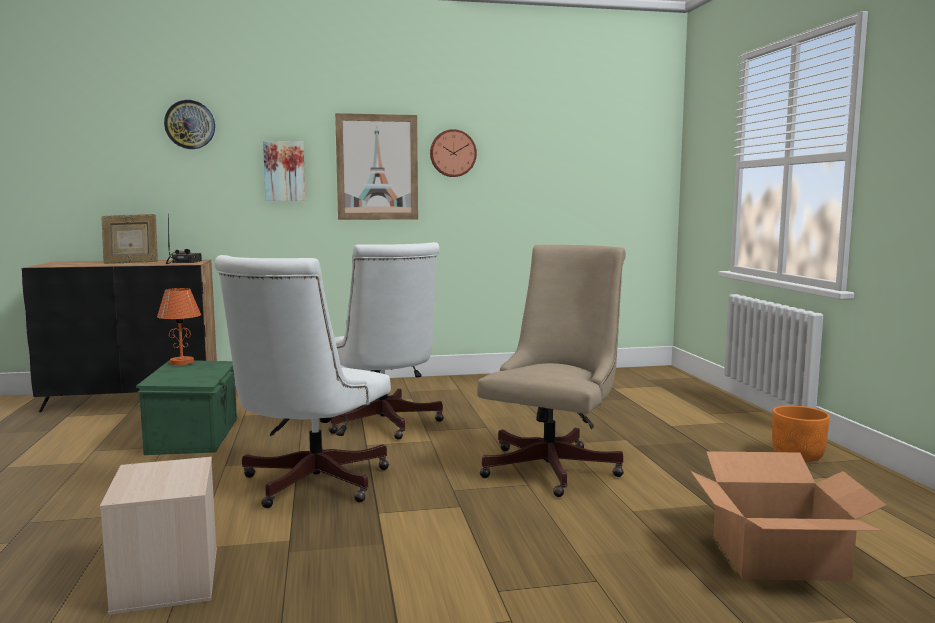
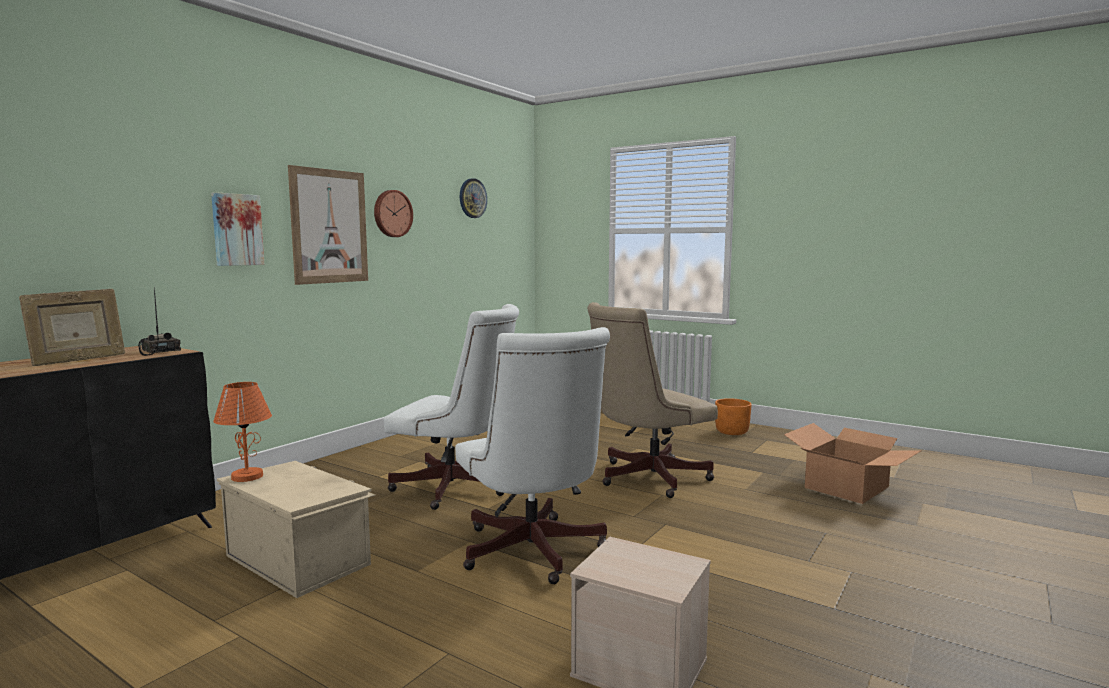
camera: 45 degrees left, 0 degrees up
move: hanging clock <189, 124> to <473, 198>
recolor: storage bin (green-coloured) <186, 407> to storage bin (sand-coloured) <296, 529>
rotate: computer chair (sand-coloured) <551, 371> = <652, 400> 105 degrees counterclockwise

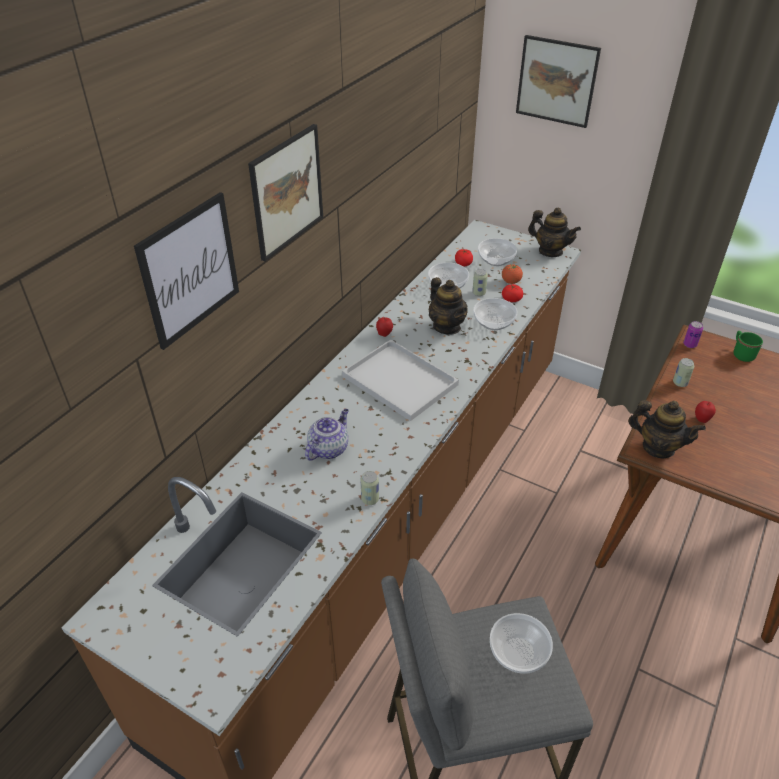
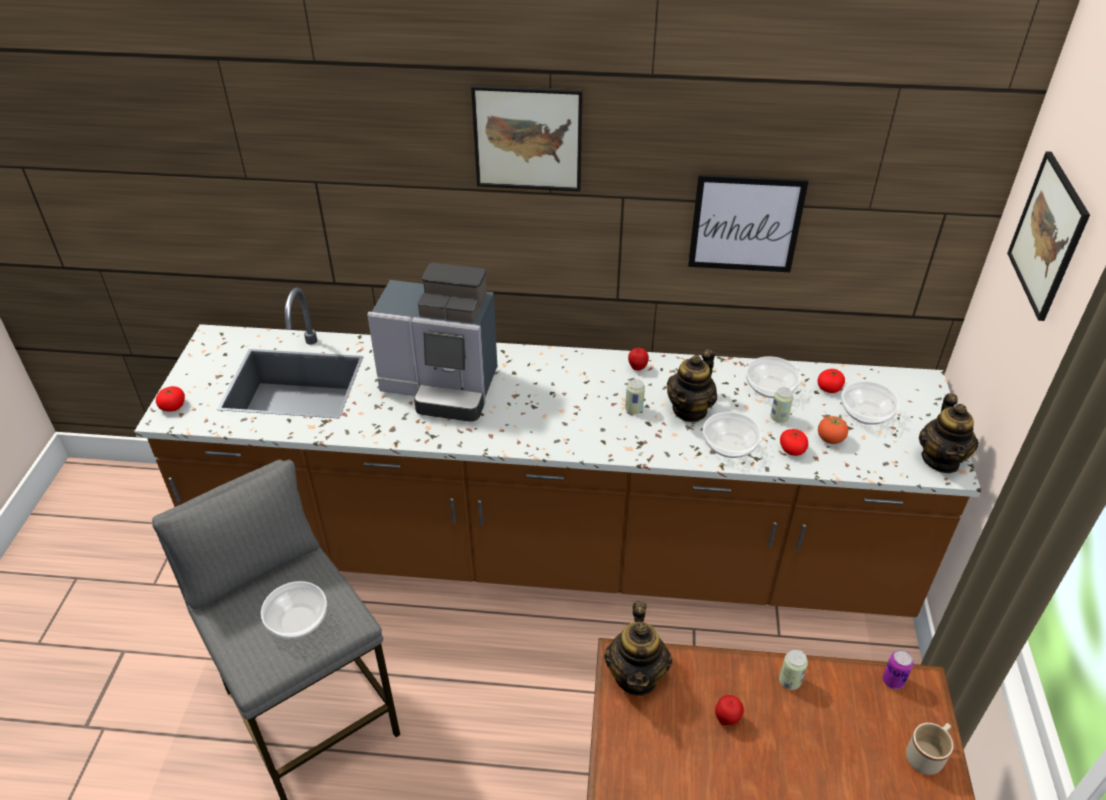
camera: 65 degrees right, 0 degrees up
delete: serving tray (white-coloured) <400, 380>
insert: tomato <170, 399>
move: wall art <186, 271> to <748, 223>; sealed can <370, 488> to <635, 396>
replace: pot for tea <327, 435> to coffee maker <432, 342>
recolor: tea mug (green-coloured) <748, 346> to tea mug (sand-coloured) <930, 749>

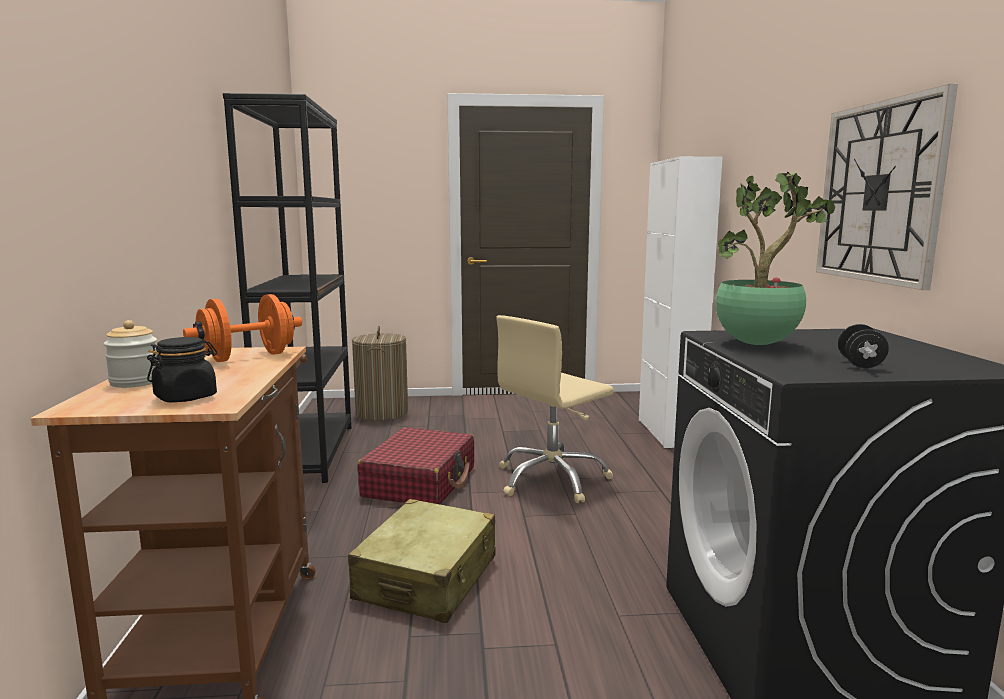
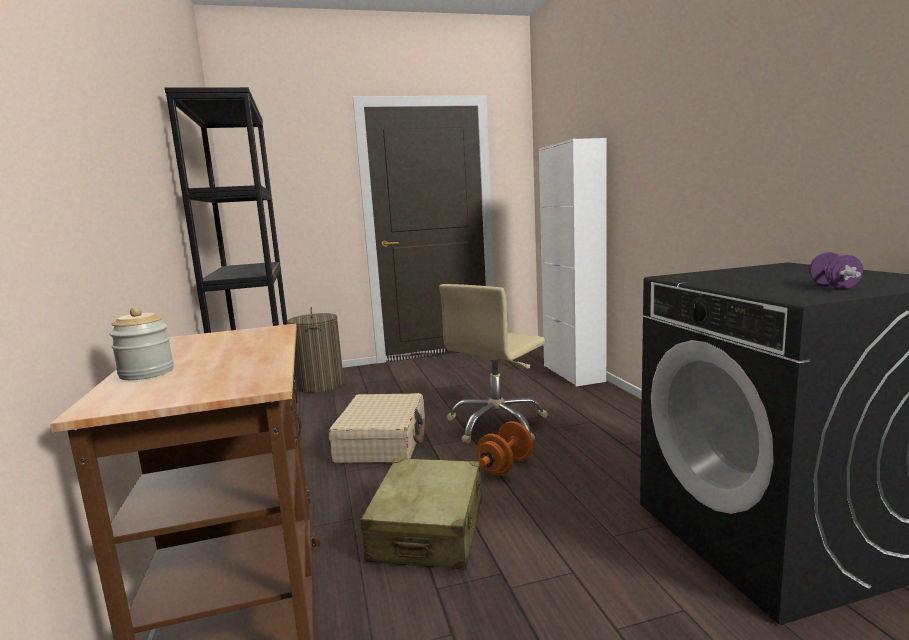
camera: 10 degrees left, 0 degrees up
delete: hanging clock <887, 187>; plant in a pot <775, 258>; jar (black) <182, 369>
move: dumbbell (orange) <242, 328> to <505, 448>
recolor: dumbbell (black) <863, 346> to dumbbell (purple-coloured) <836, 270>; piece of luggage (reddish) <416, 465> to piece of luggage (sand-coloured) <376, 428>

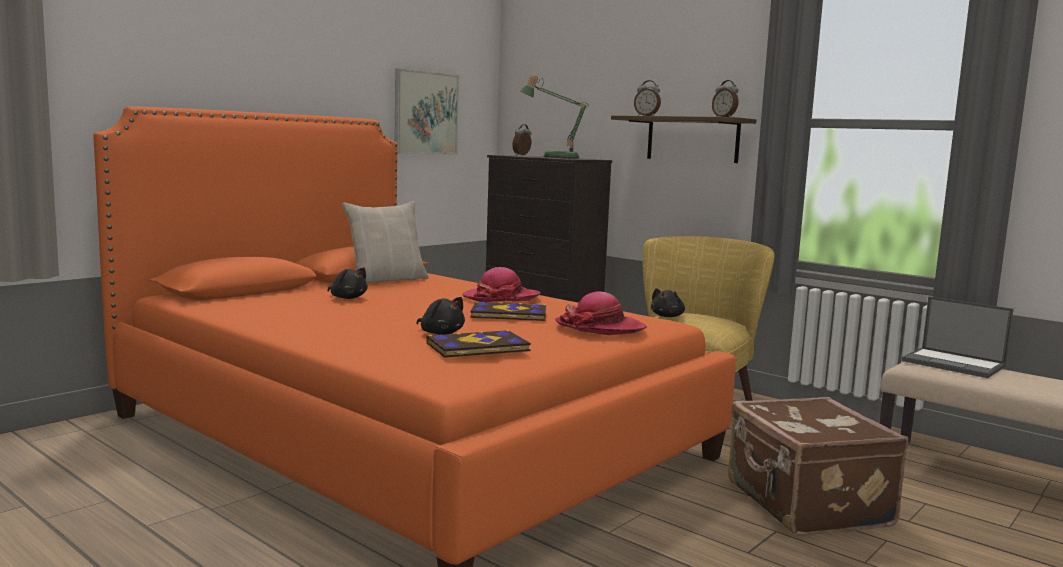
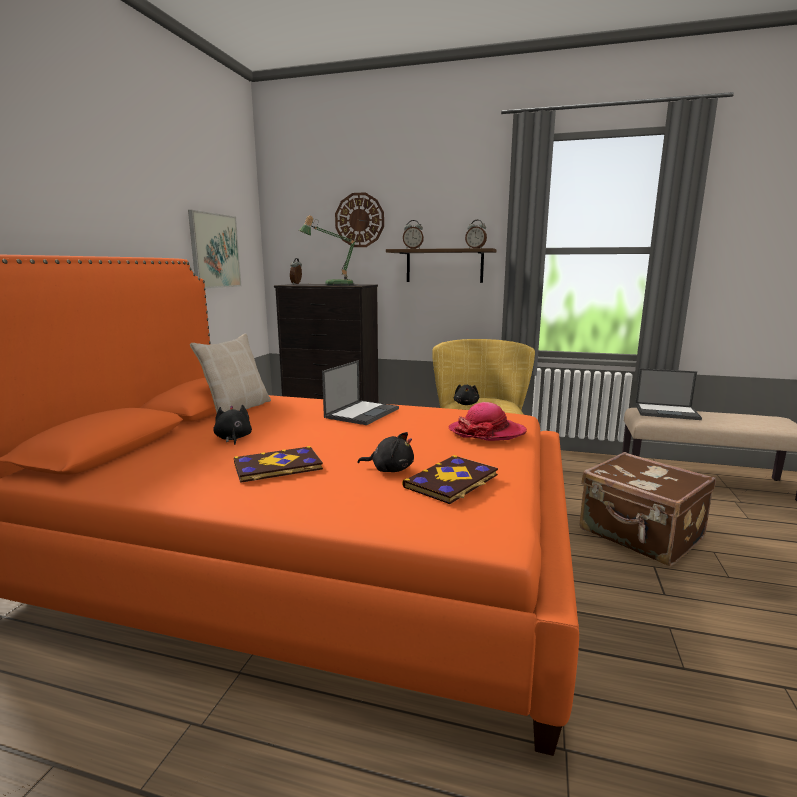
camera: 25 degrees left, 5 degrees up
insert: hanging clock <359, 219>
move: bound book <508, 311> to <278, 464>
replace: clothing hat <501, 284> to notebook computer <360, 392>
rotate: cuddly toy (black) <348, 283> = <232, 425> 120 degrees counterclockwise

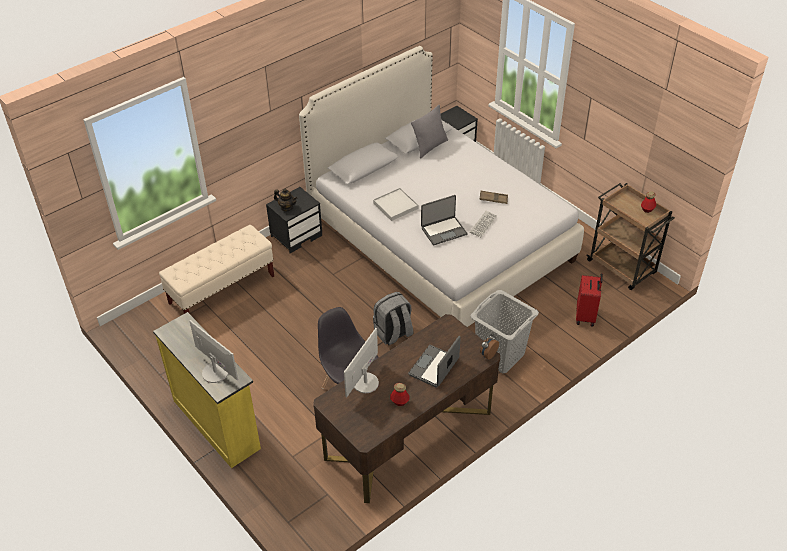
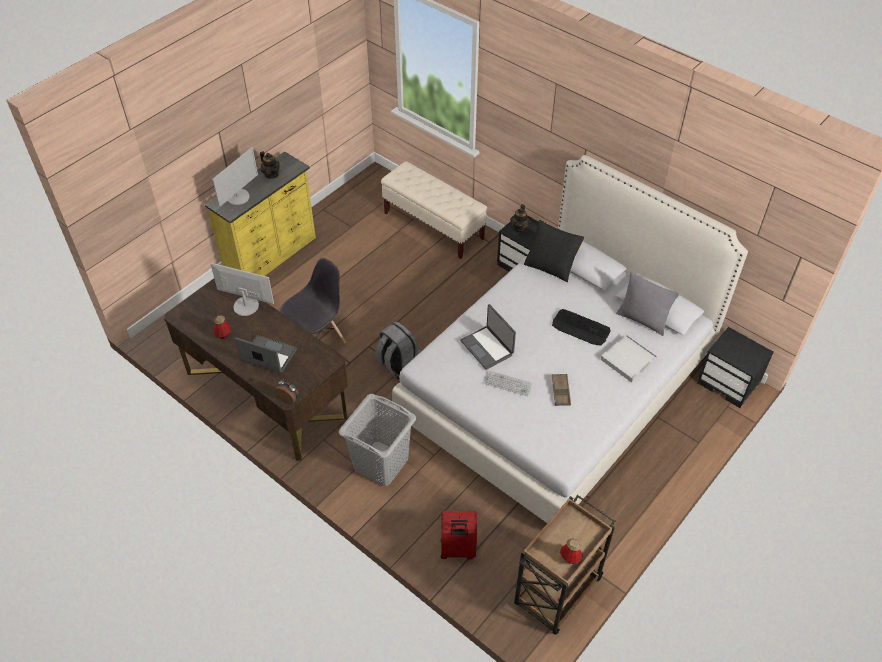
camera: 80 degrees right, 5 degrees up
insert: pot for tea <270, 165>; pillow (black) <554, 251>; PC keyboard <581, 327>
move: serving tray (white-coloured) <396, 204> to <629, 359>

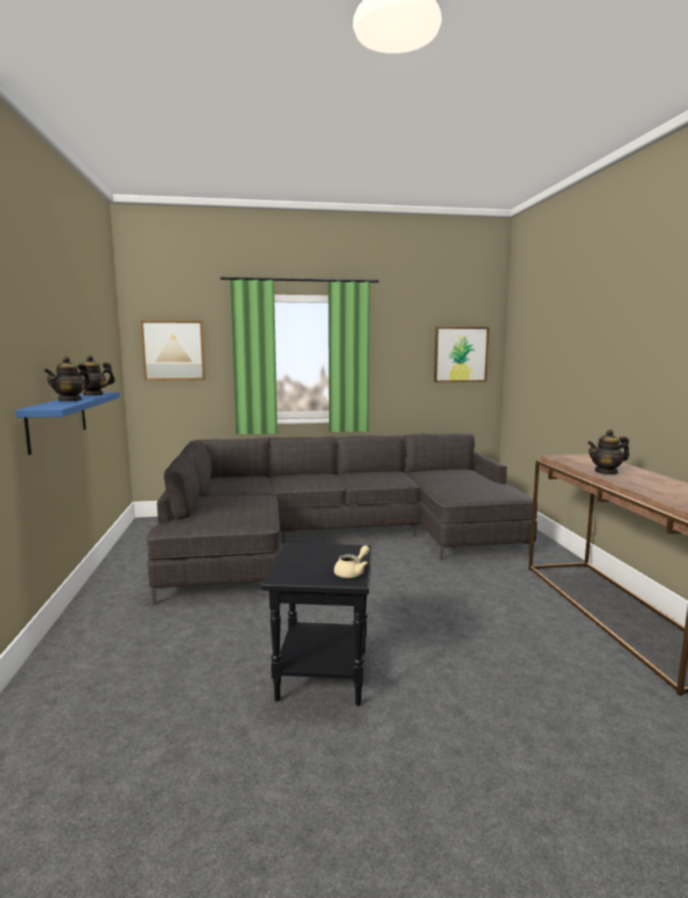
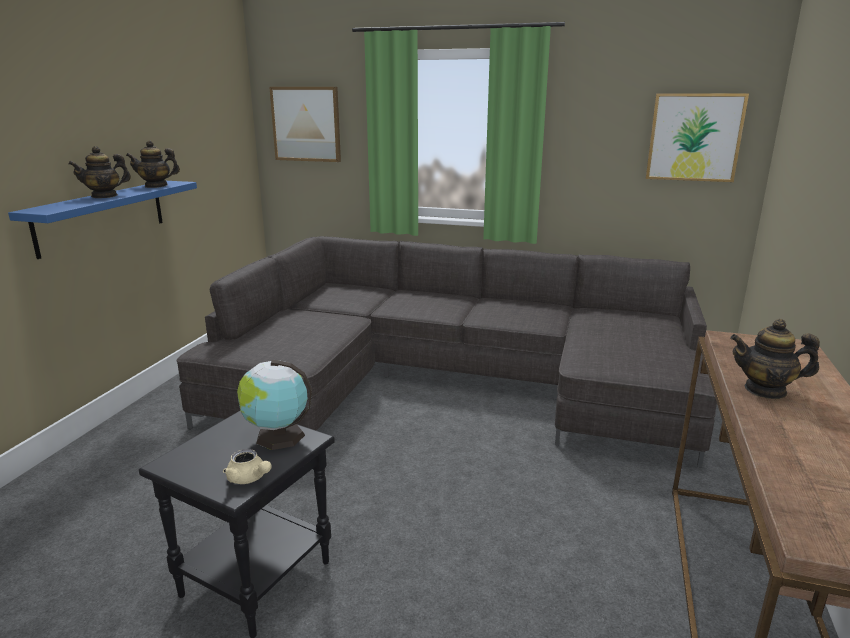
camera: 25 degrees right, 10 degrees up
insert: globe <274, 405>
rotate: pot for tea (sand-coloured) <352, 561> = <247, 466> 60 degrees clockwise

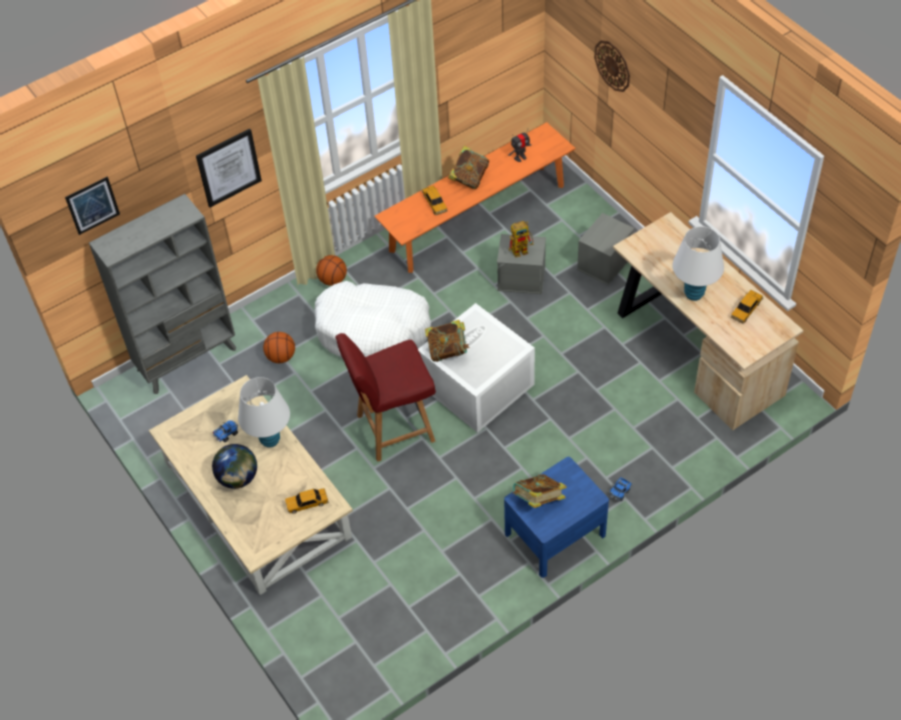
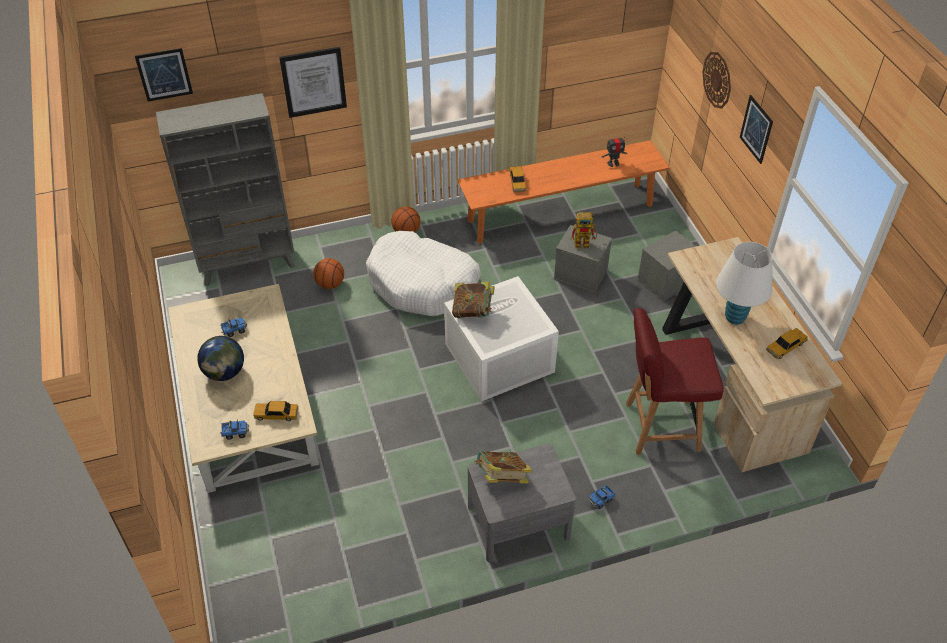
camera: 15 degrees right, 5 degrees down
delete: bound book <468, 167>; tabletop lamp (white-coloured) <264, 412>
insert: wall art <756, 129>; toy truck <234, 430>
move: plain chair (reddish) <385, 397> to <674, 381>
recolor: bedside table (bluish) <556, 517> to bedside table (greyish) <522, 503>

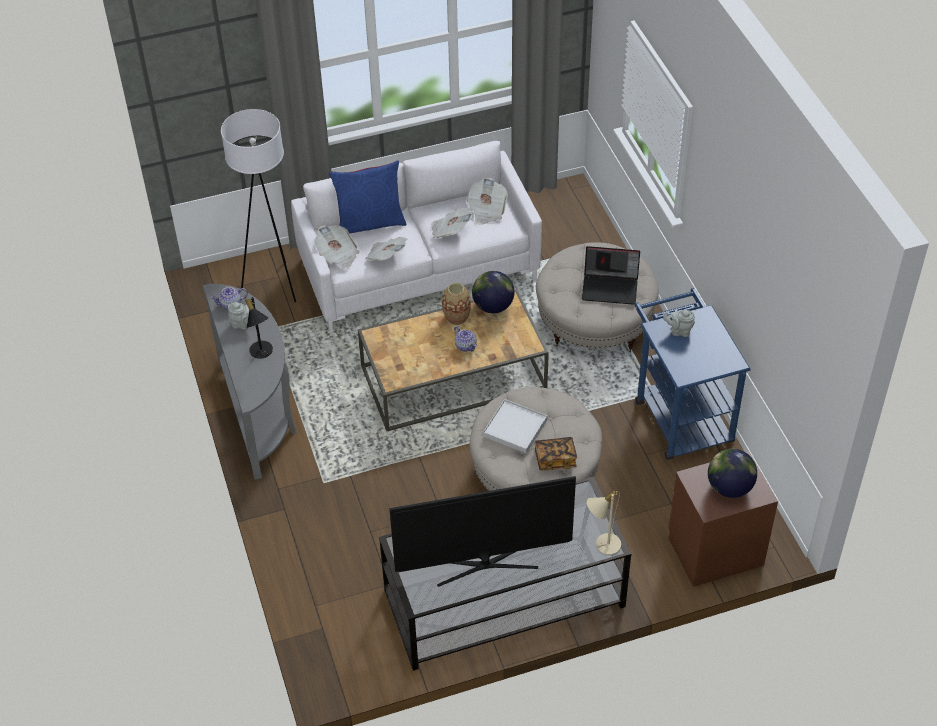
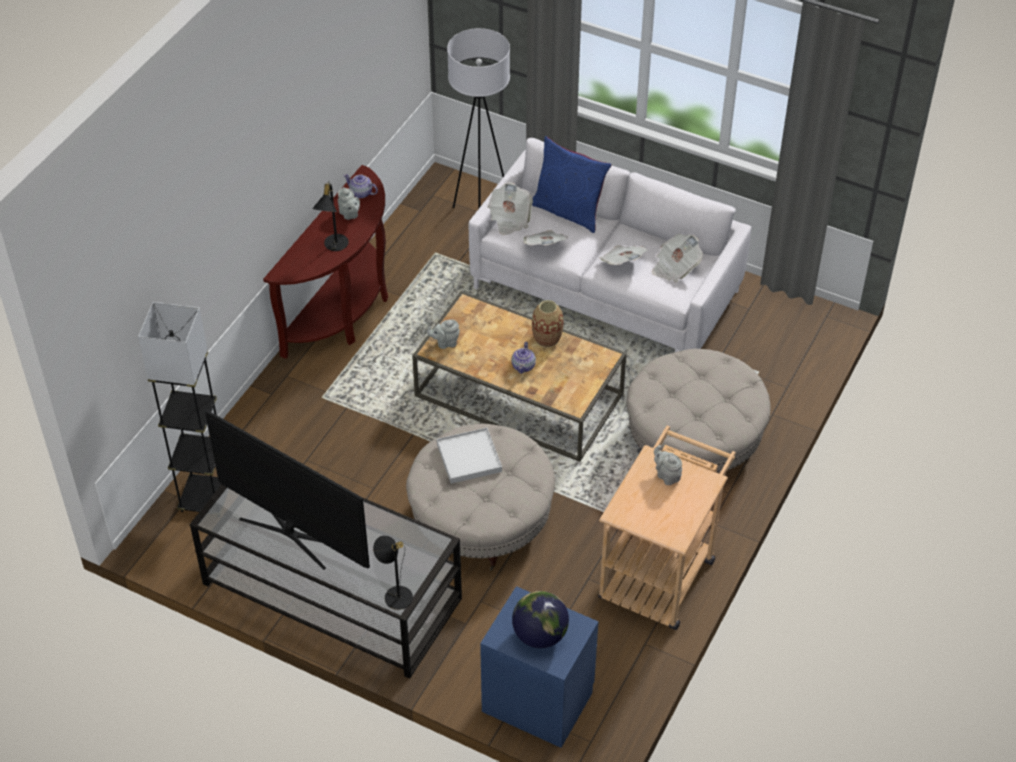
camera: 45 degrees right, 0 degrees up
delete: notebook computer <611, 275>; globe <493, 292>; bound book <556, 454>
insert: standard lamp (greyish) <179, 407>; pot for tea (greyish) <443, 334>
recolor: hall table (greyish) <249, 381> to hall table (brown-coloured) <325, 262>; wheeled cart (bluish) <693, 374> to wheeled cart (sand-coloured) <667, 528>; bedside table (brown-coloured) <723, 519> to bedside table (bluish) <539, 667>; tabletop lamp (sand-coloured) <604, 522> to tabletop lamp (black) <393, 572>

